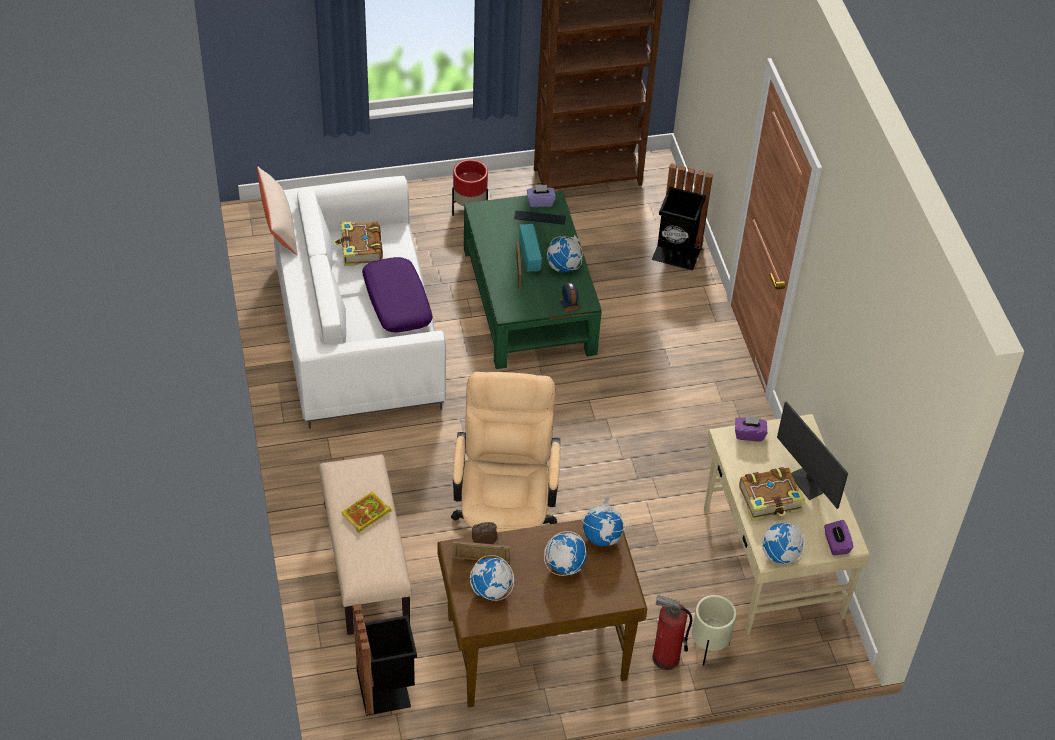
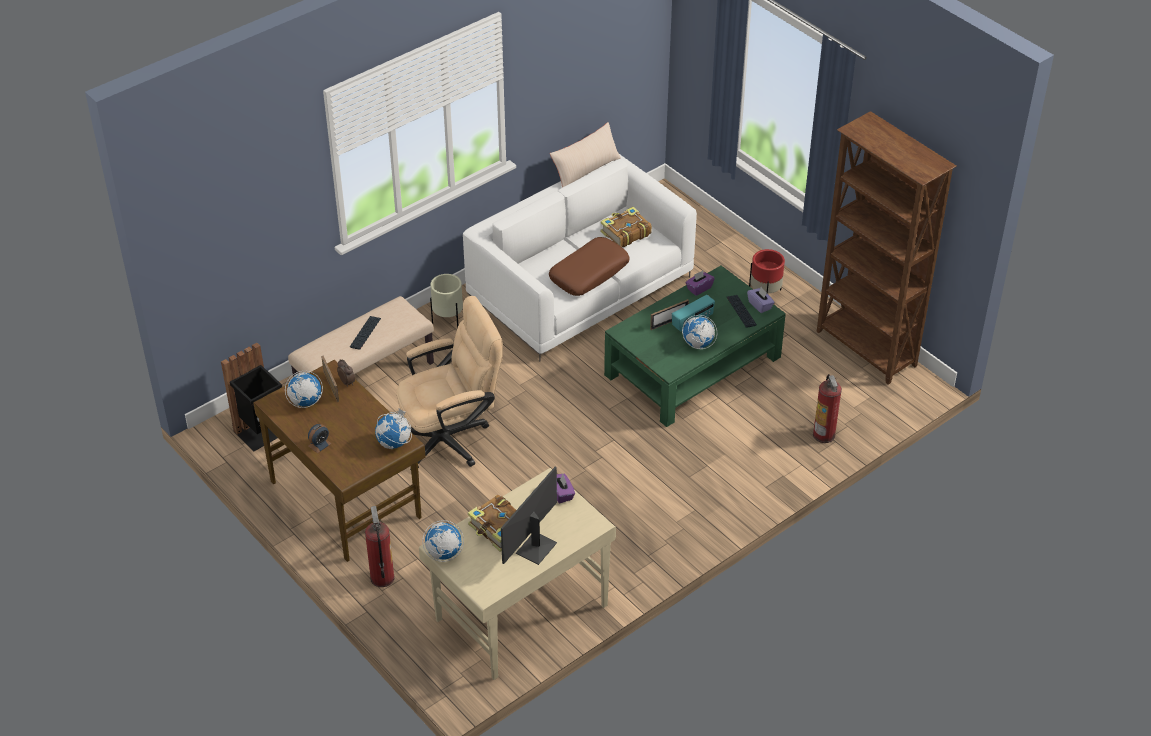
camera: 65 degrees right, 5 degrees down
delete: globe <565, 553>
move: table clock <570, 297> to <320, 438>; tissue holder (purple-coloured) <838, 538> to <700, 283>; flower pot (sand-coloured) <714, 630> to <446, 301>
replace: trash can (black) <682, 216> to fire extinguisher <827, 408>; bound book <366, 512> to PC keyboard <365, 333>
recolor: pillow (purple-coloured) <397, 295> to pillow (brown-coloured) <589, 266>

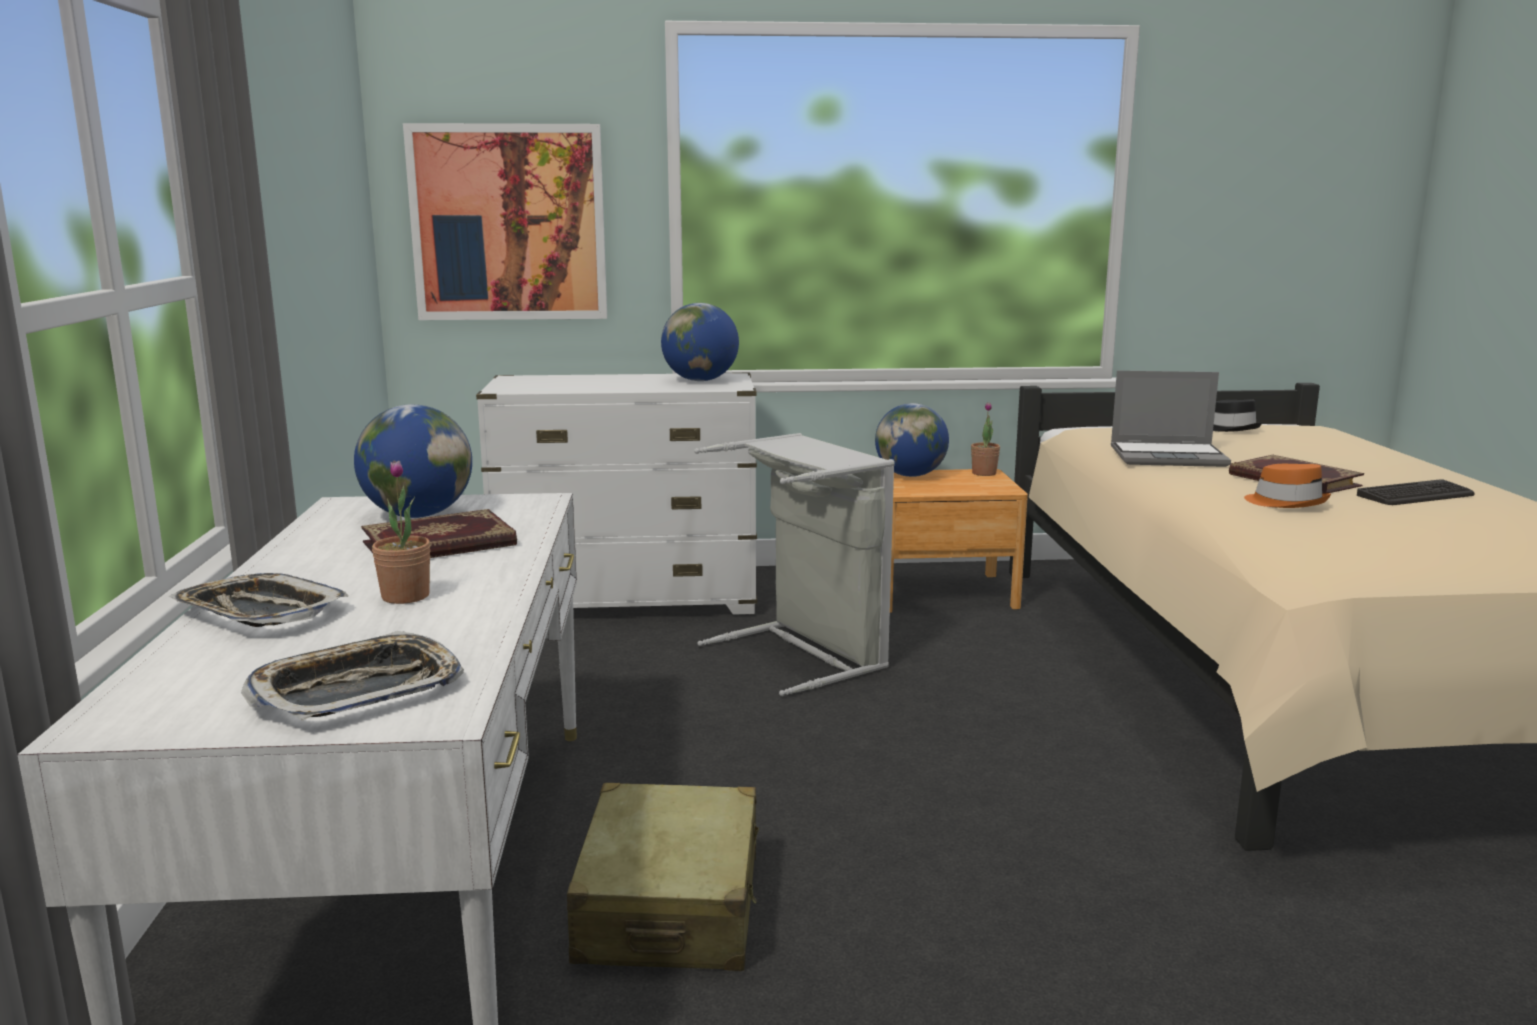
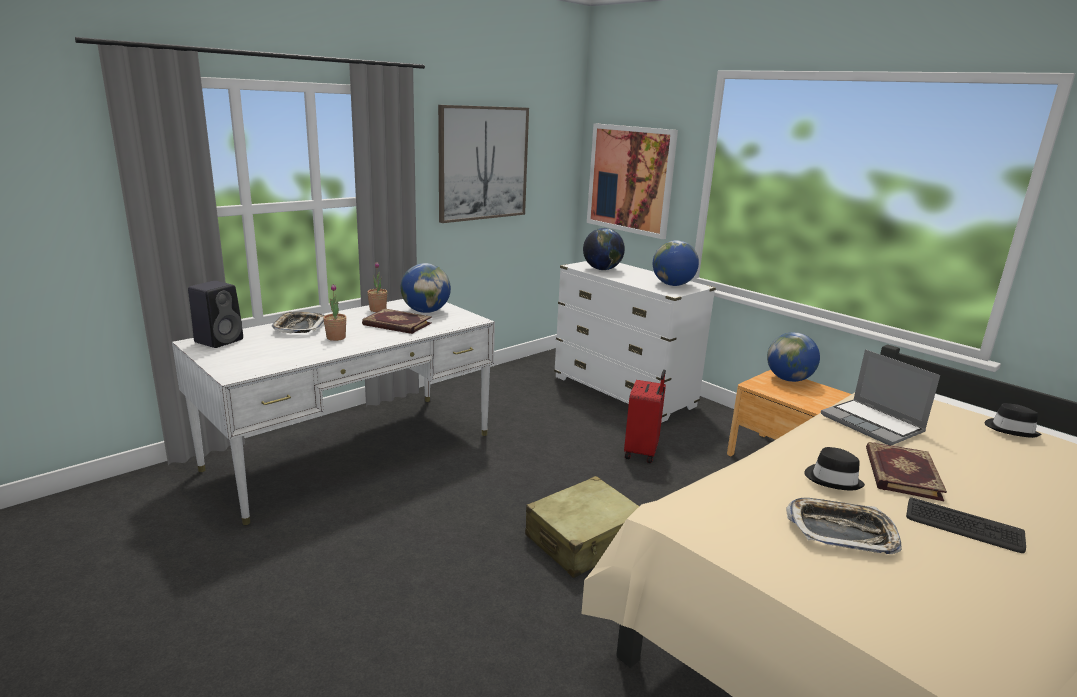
camera: 50 degrees right, 5 degrees up
insert: wall art <483, 164>; globe <604, 249>; speaker (black) <215, 314>
move: plant in a pot <985, 439> to <377, 287>; serving tray <352, 676> to <844, 526>; piece of luggage (sand-coloured) <663, 877> to <582, 527>
replace: laundry basket (greyish) <794, 564> to piece of luggage (reddish) <645, 416>
recolor: clothing hat (orange) <1287, 486> to clothing hat (black) <835, 468>

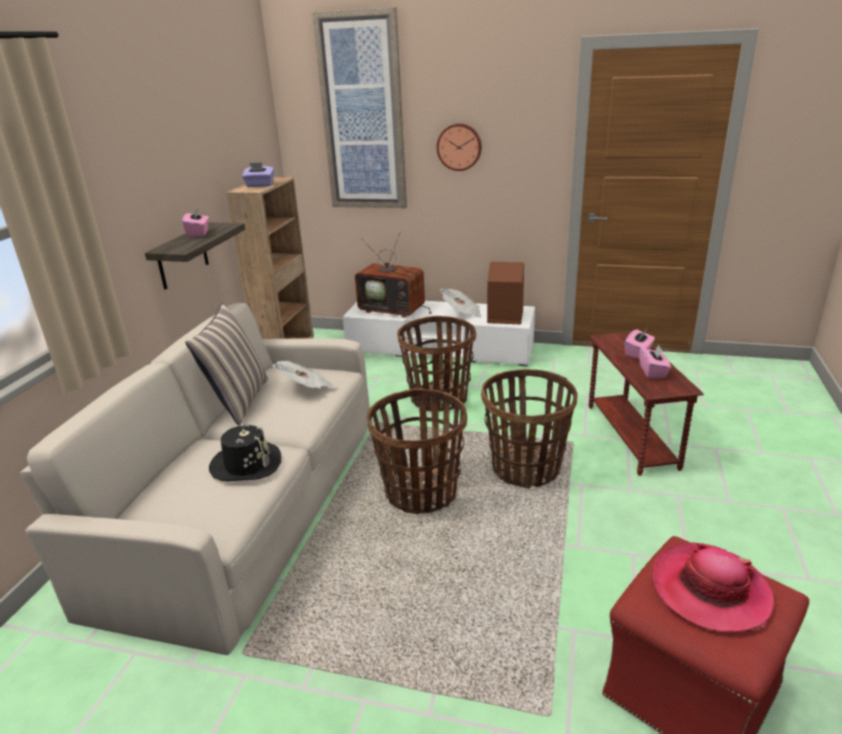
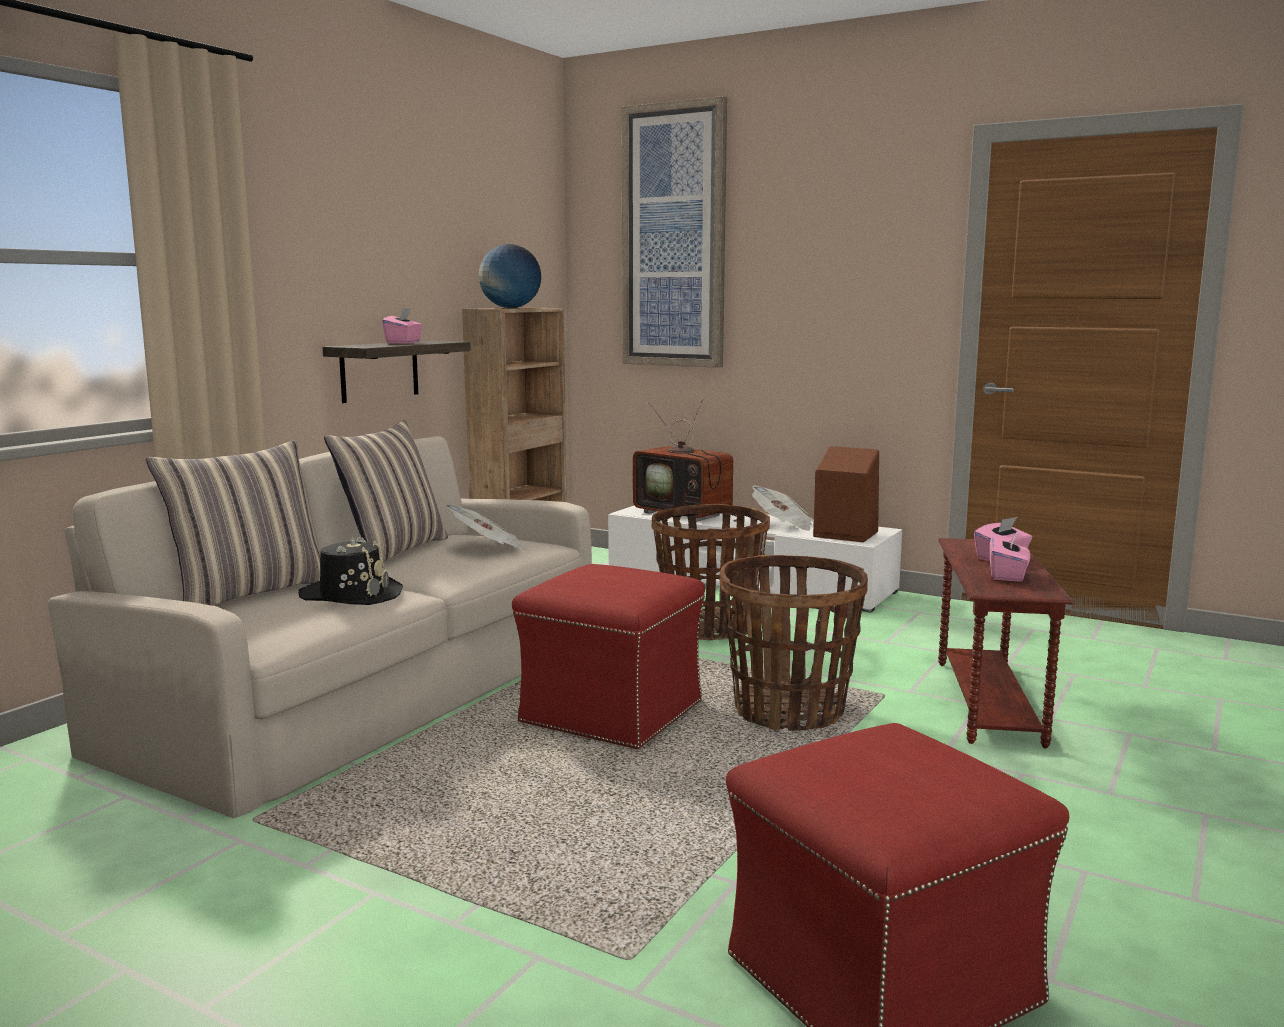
camera: 15 degrees right, 15 degrees down
delete: hanging clock <459, 147>; clothing hat <713, 587>
insert: pillow <233, 523>
replace: tissue holder (purple-coloured) <258, 174> to globe <510, 276>; storage basket <417, 451> to footrest (reddish) <608, 656>

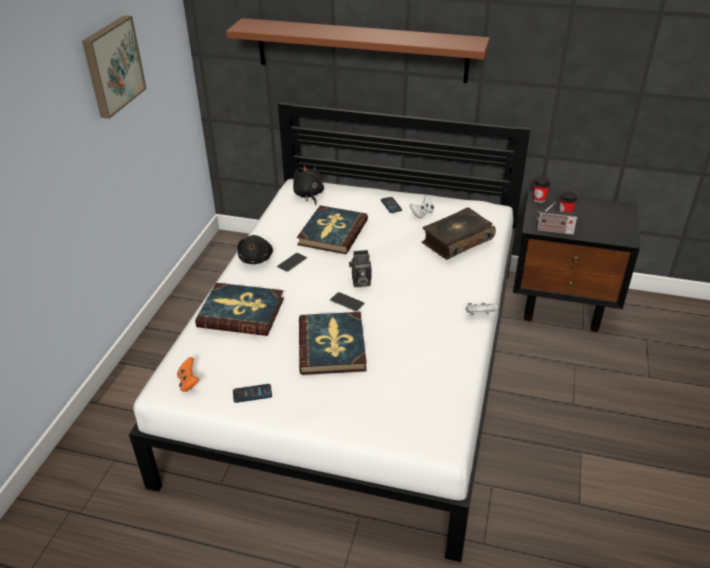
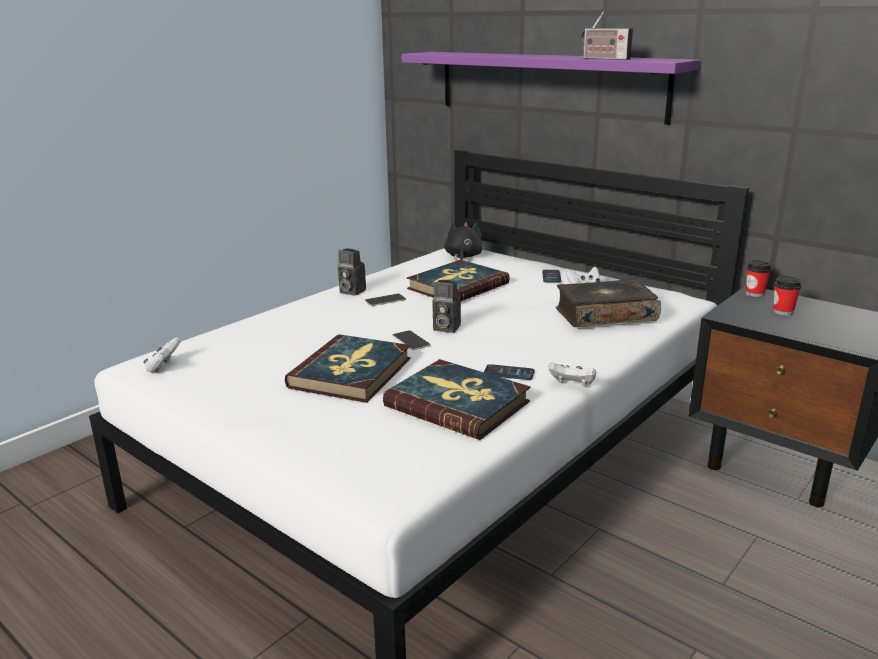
camera: 25 degrees right, 15 degrees down
delete: wall art <114, 67>
move: radio receiver <556, 218> to <607, 35>; bound book <239, 309> to <457, 399>; telephone <252, 393> to <509, 372>
replace: cuddly toy (black) <255, 249> to still camera <352, 272>
recolor: wall shelf (brown-coloured) <358, 50> to wall shelf (purple-coloured) <551, 88>; game controller (orange) <188, 374> to game controller (white-coloured) <162, 354>

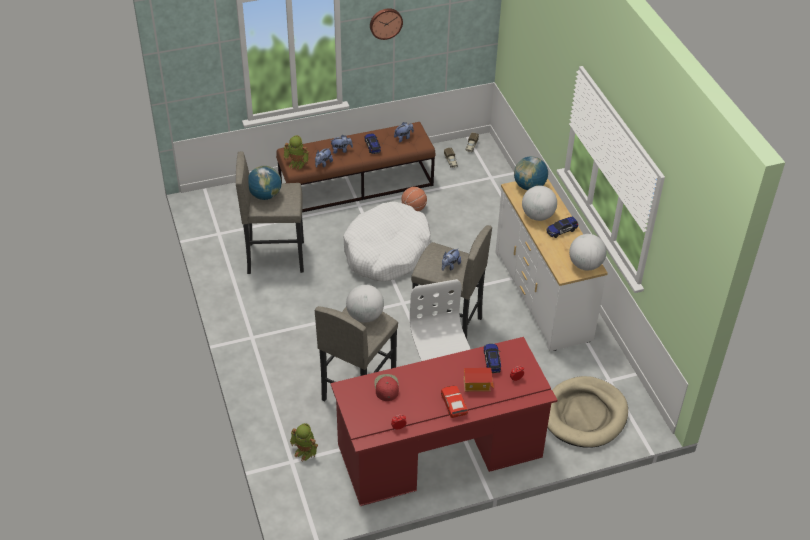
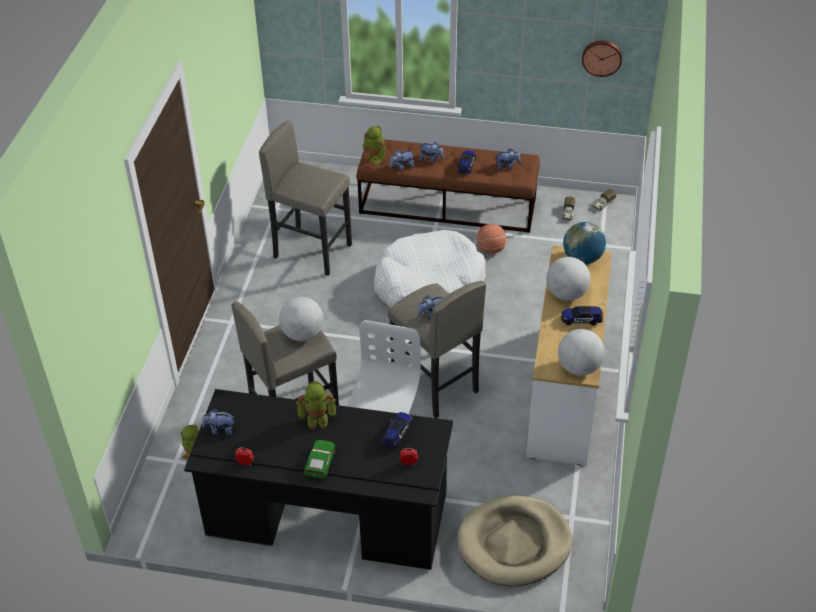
camera: 30 degrees right, 0 degrees up
delete: globe <265, 183>; model house <478, 380>; baseball cap (reddish) <386, 387>
insert: model robot <316, 405>; cuddly toy <218, 422>
move: hanging clock <386, 24> to <602, 58>
recolor: desk unit (reddish) <444, 421> to desk unit (black) <318, 479>; toy car (reddish) <454, 402> to toy car (green-coloured) <319, 459>

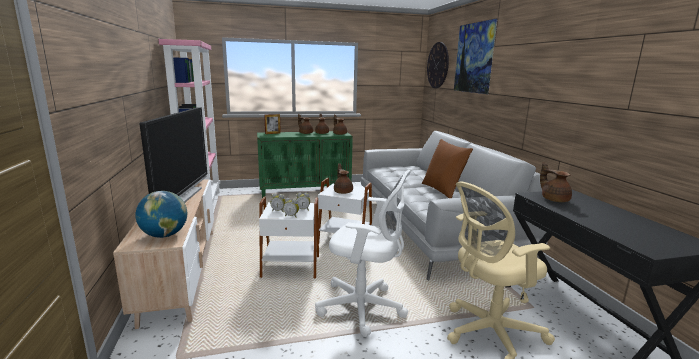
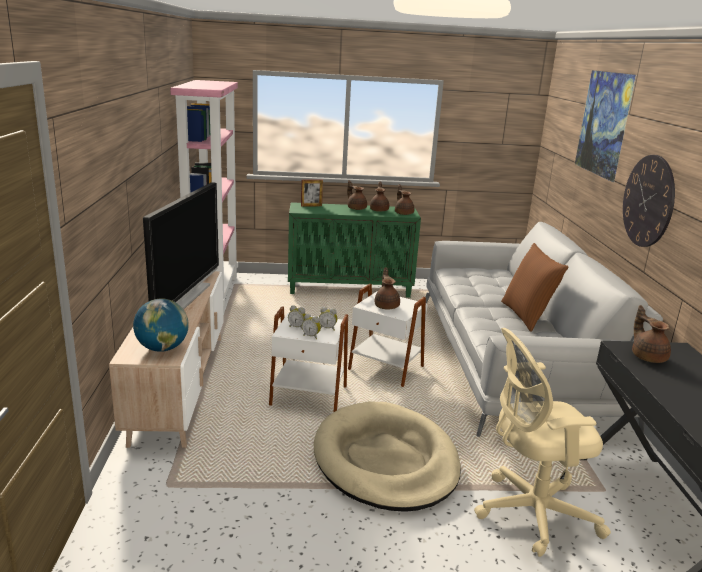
camera: 10 degrees right, 5 degrees up
move: hanging clock <438, 65> to <649, 201>
replace: computer chair (white-coloured) <363, 253> to dog bed (sand-coloured) <387, 456>

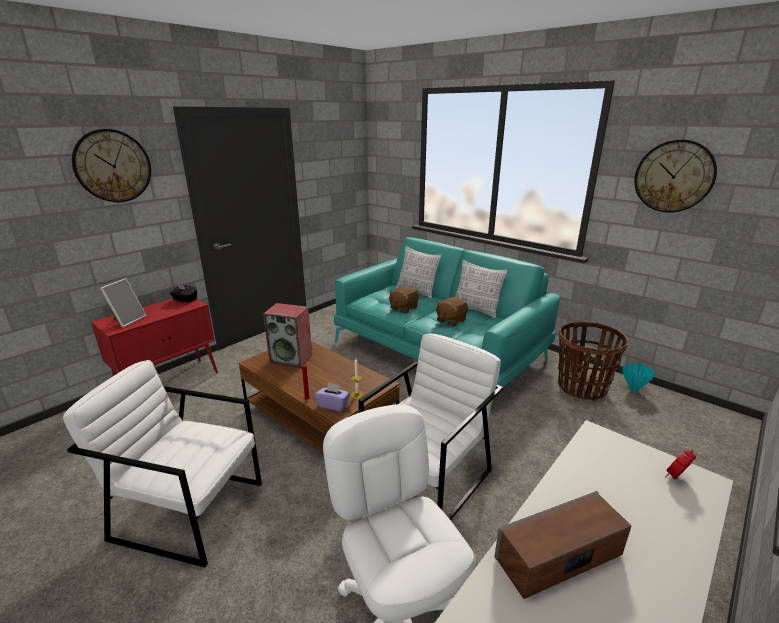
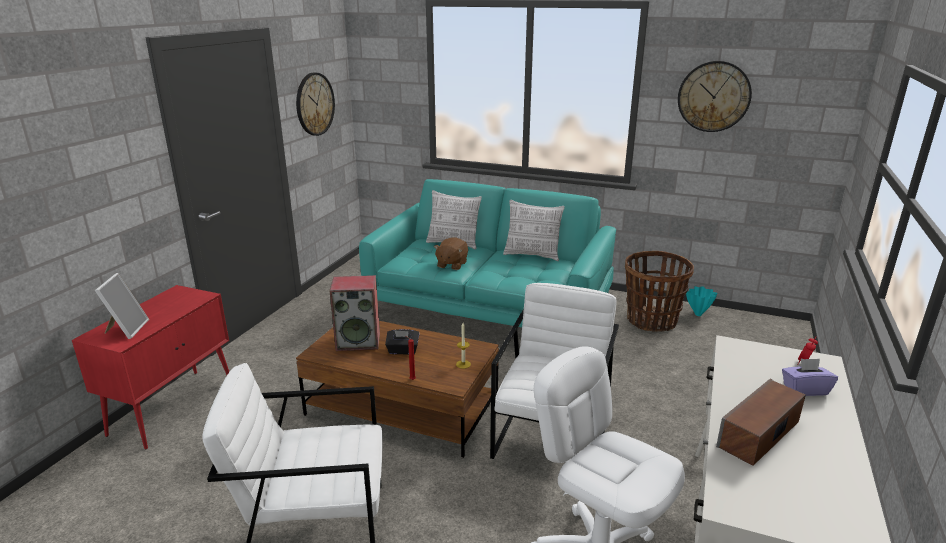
camera: 20 degrees left, 0 degrees up
delete: cuddly toy (brown-coloured) <452, 311>
move: hanging clock <111, 165> to <315, 104>; tissue holder (black) <183, 293> to <402, 342>; tissue holder (purple-coloured) <332, 396> to <810, 377>

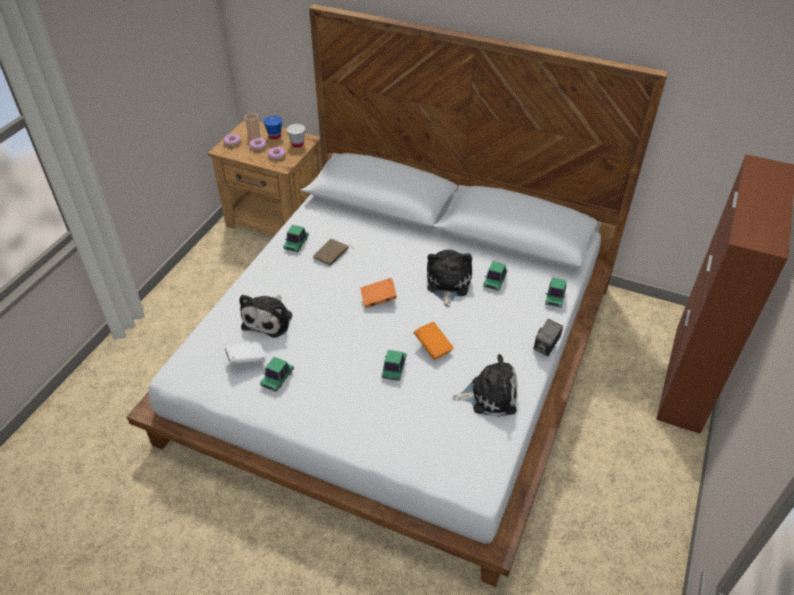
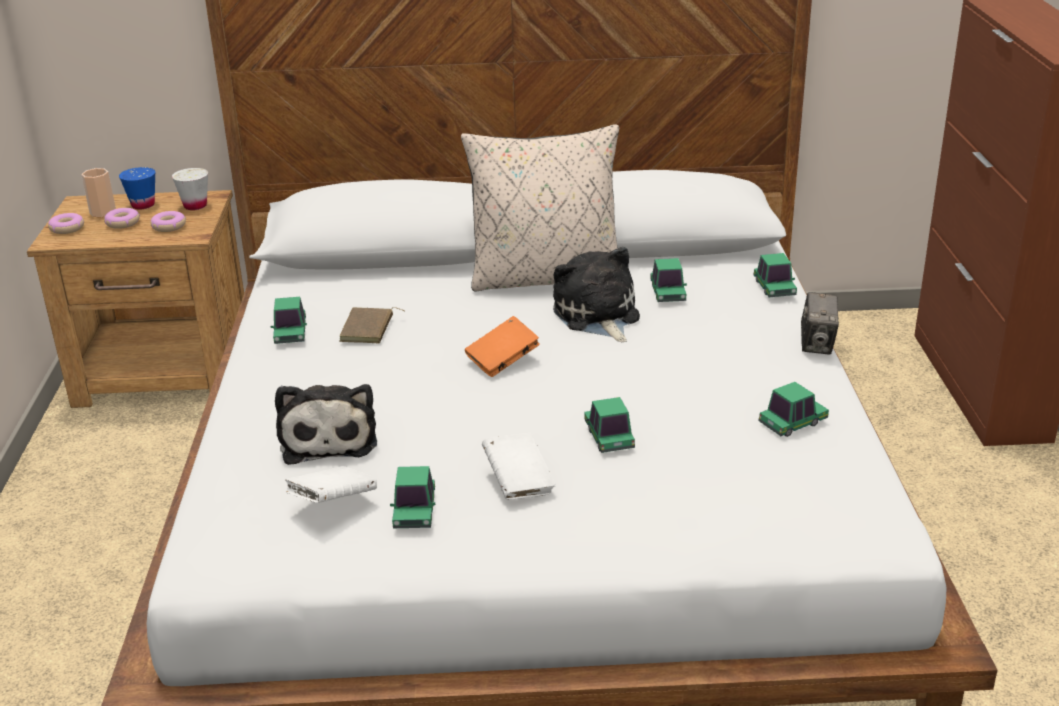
camera: 25 degrees left, 15 degrees down
delete: bound book (orange) <434, 341>
insert: pillow (sand-coloured) <540, 208>; bound book (white-coloured) <519, 466>
replace: cuddly toy <485, 385> to toy car <793, 409>

